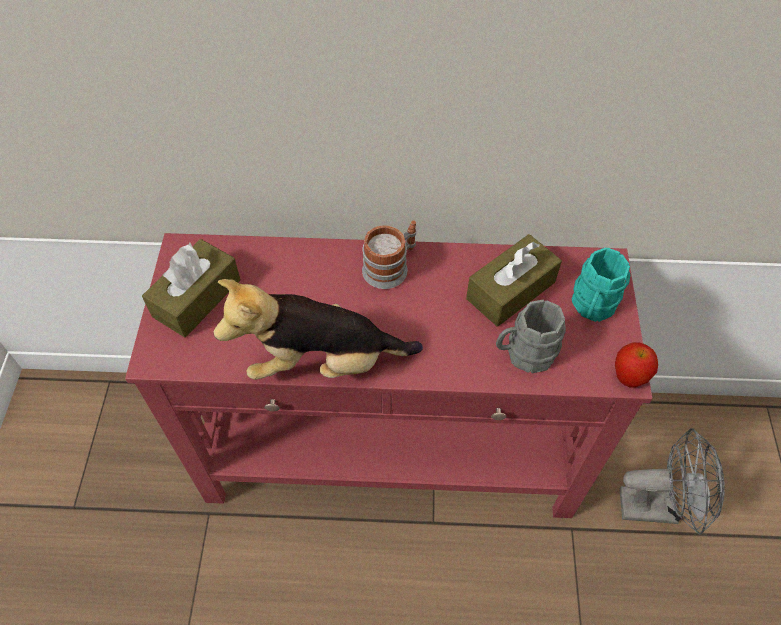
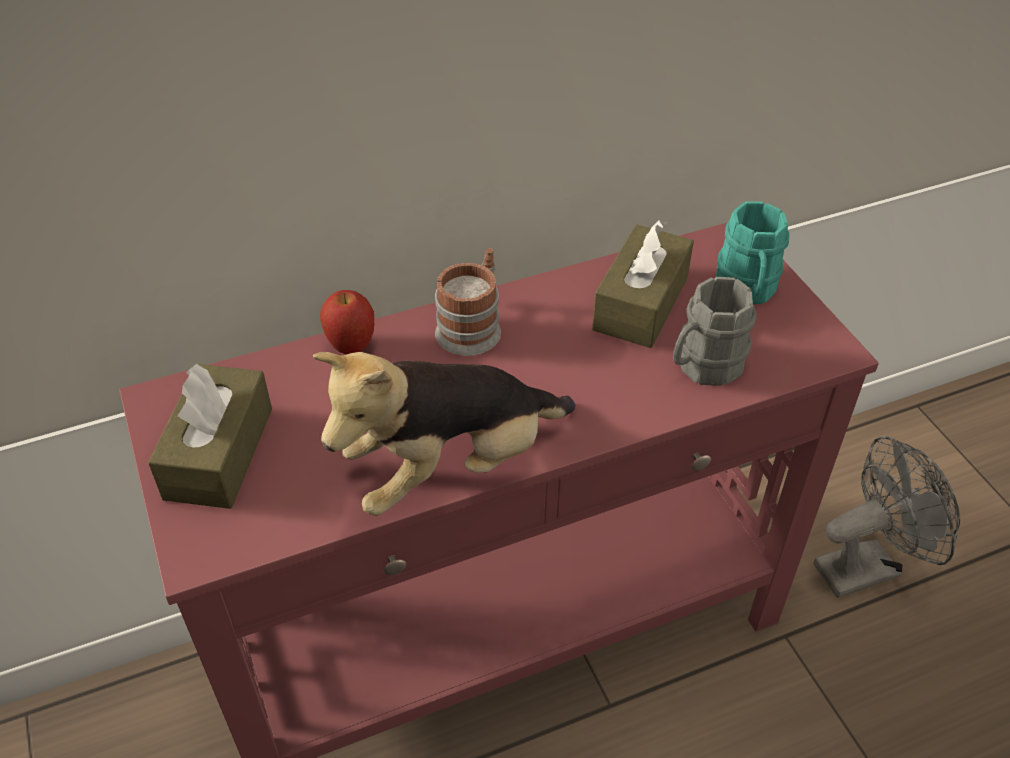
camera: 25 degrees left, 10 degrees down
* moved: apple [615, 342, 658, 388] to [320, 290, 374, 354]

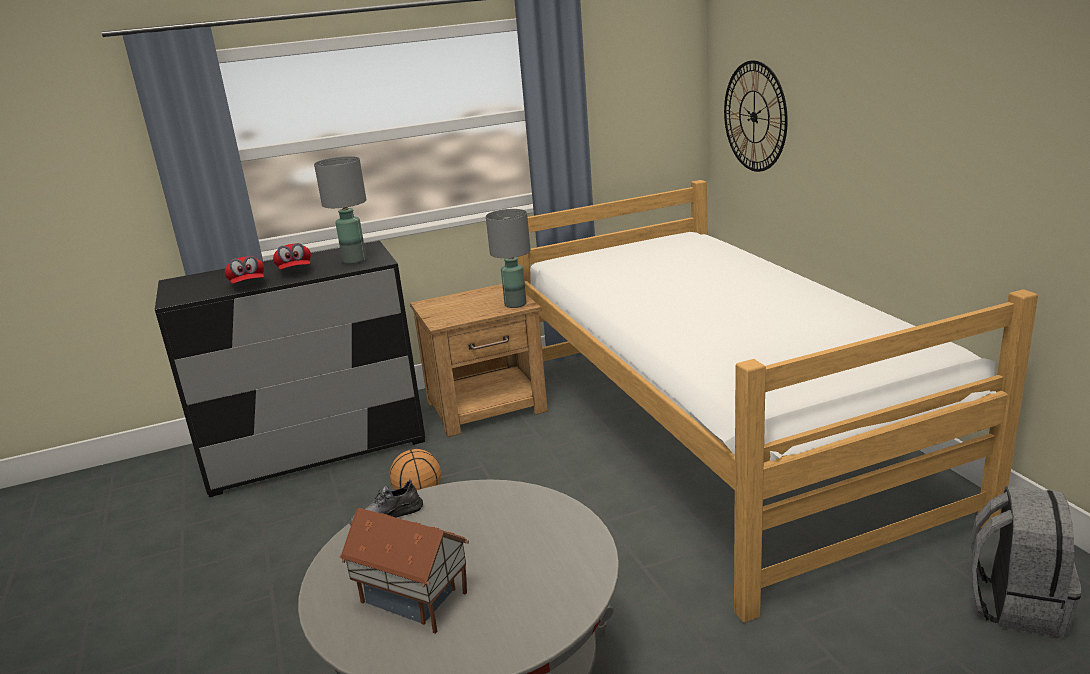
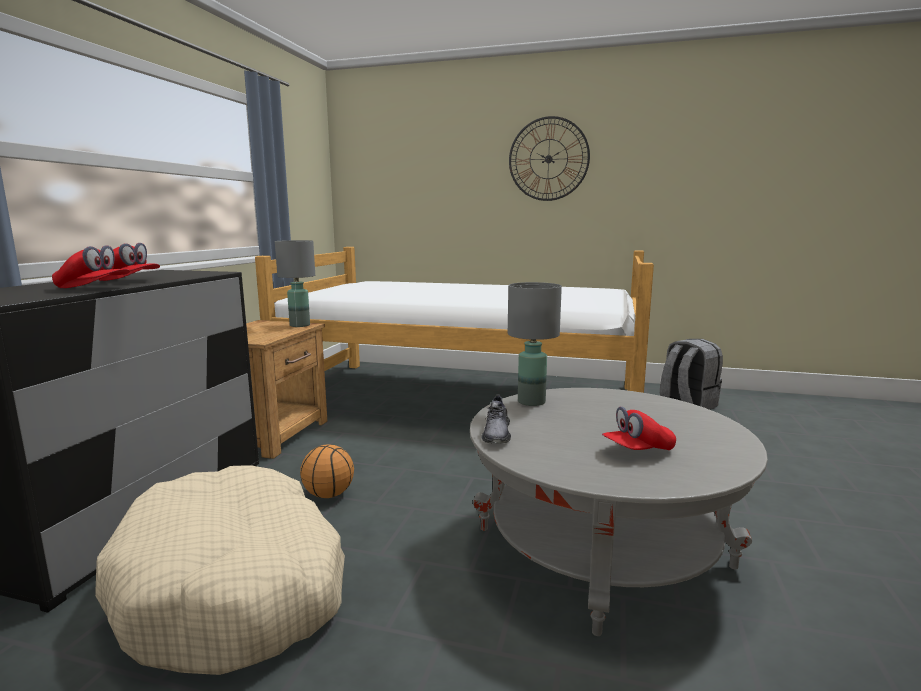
camera: 55 degrees left, 10 degrees down
* moved: wall_clock [724, 60, 788, 172] to [509, 116, 590, 201]
* moved: grey_table_lamp [314, 156, 367, 264] to [508, 282, 562, 406]
* replaced: toy_house [339, 508, 469, 634] to red_cap [602, 406, 676, 450]
* added: beige_dog_bed [95, 465, 345, 675]

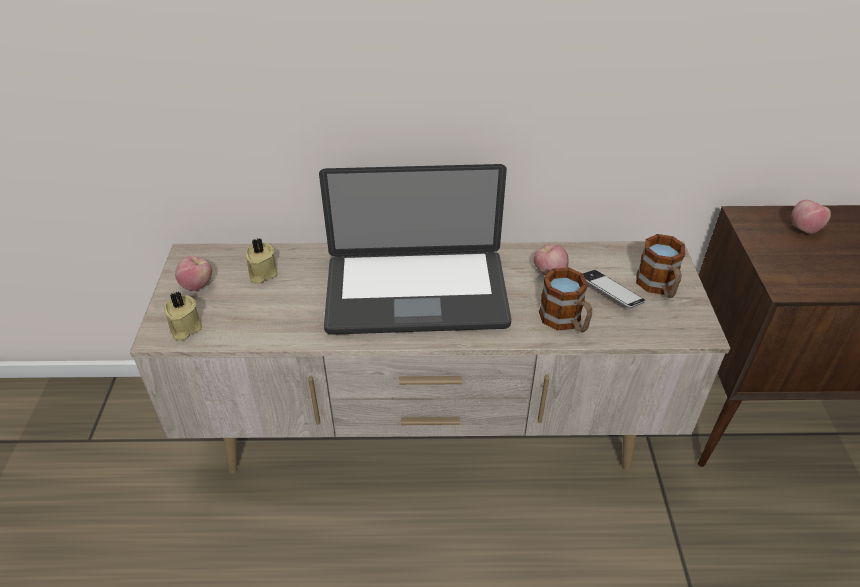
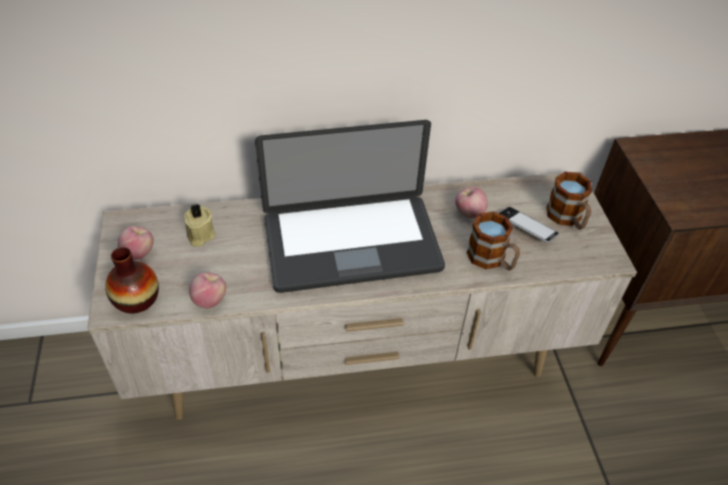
camera: 10 degrees left, 5 degrees up
* moved: apple [791, 200, 831, 234] to [189, 272, 226, 308]
* replaced: beige_candle [164, 291, 202, 340] to vase [105, 247, 159, 313]

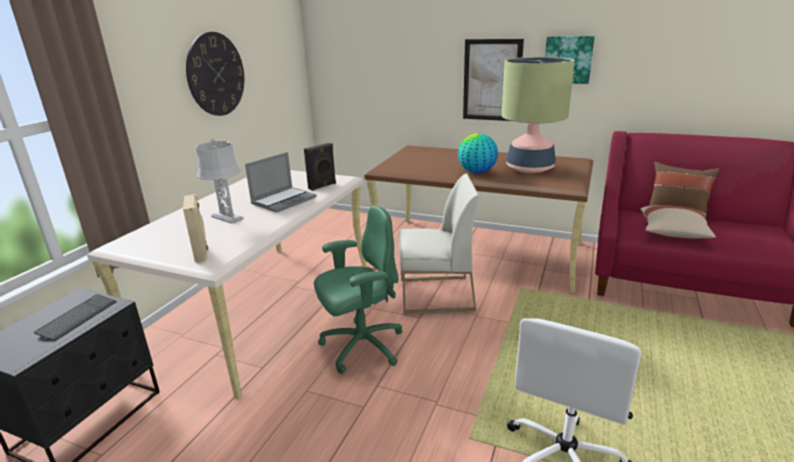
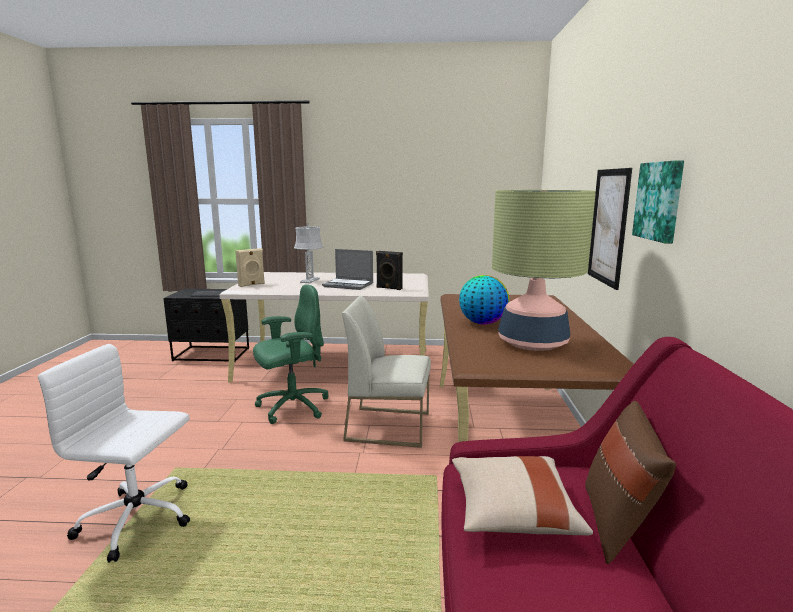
camera: 70 degrees right, 10 degrees down
* removed: wall_clock [186, 32, 244, 116]
* turned: white_chair [398, 173, 479, 314] = [342, 296, 431, 448] 120 degrees clockwise
* turned: green_office_chair [314, 206, 402, 374] = [253, 284, 329, 424] 75 degrees counterclockwise

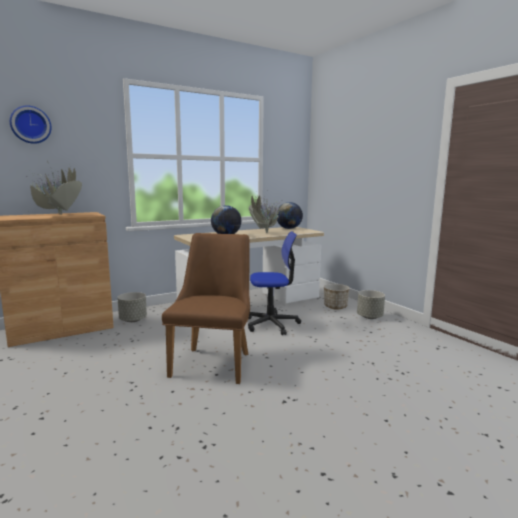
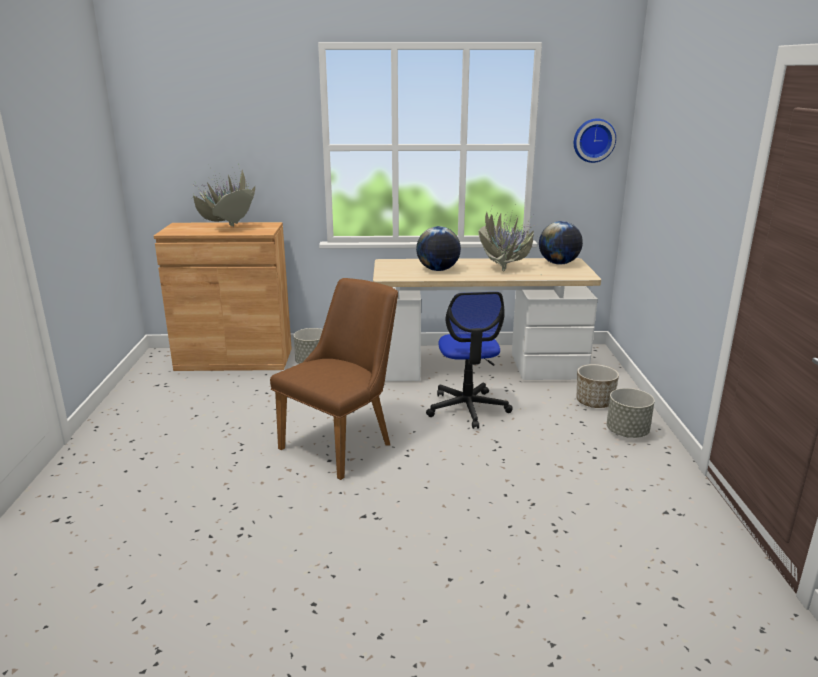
camera: 30 degrees right, 10 degrees up
* moved: wall_clock [10, 105, 52, 144] to [574, 118, 616, 163]
* turned: office_chair [248, 231, 301, 335] = [426, 292, 513, 429] 60 degrees clockwise

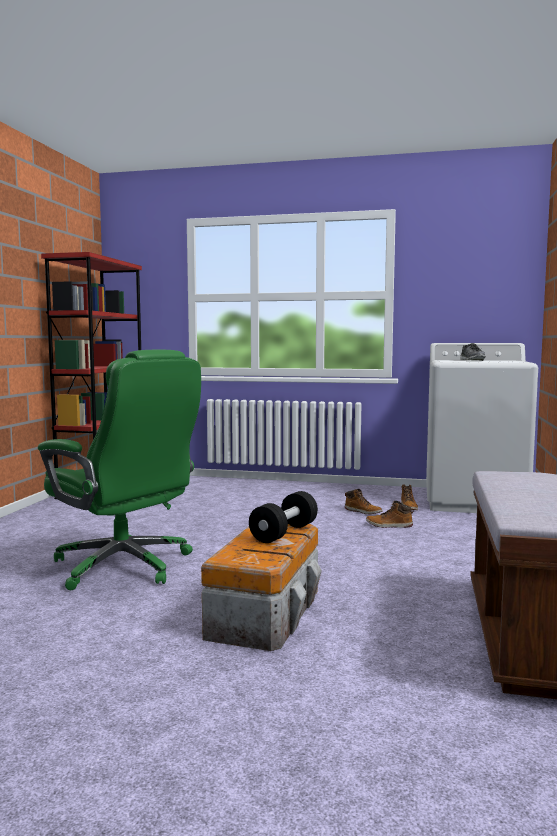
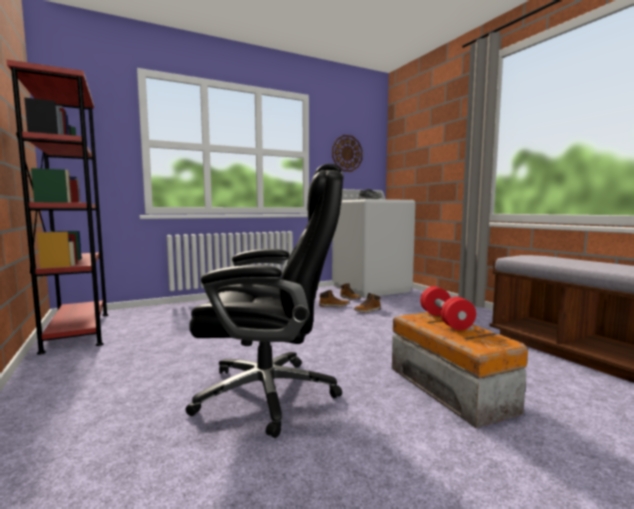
camera: 40 degrees left, 0 degrees up
* recoloured: green_office_chair [38, 349, 201, 590] to black_office_chair [185, 164, 343, 438]
* recoloured: black_dumbbell [249, 491, 318, 543] to red_dumbbell [420, 286, 476, 330]
* added: wall_clock [332, 135, 363, 172]

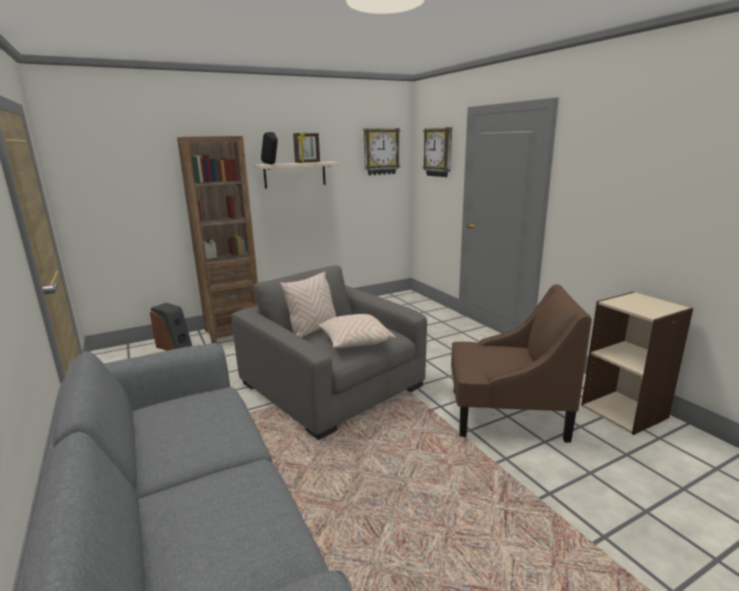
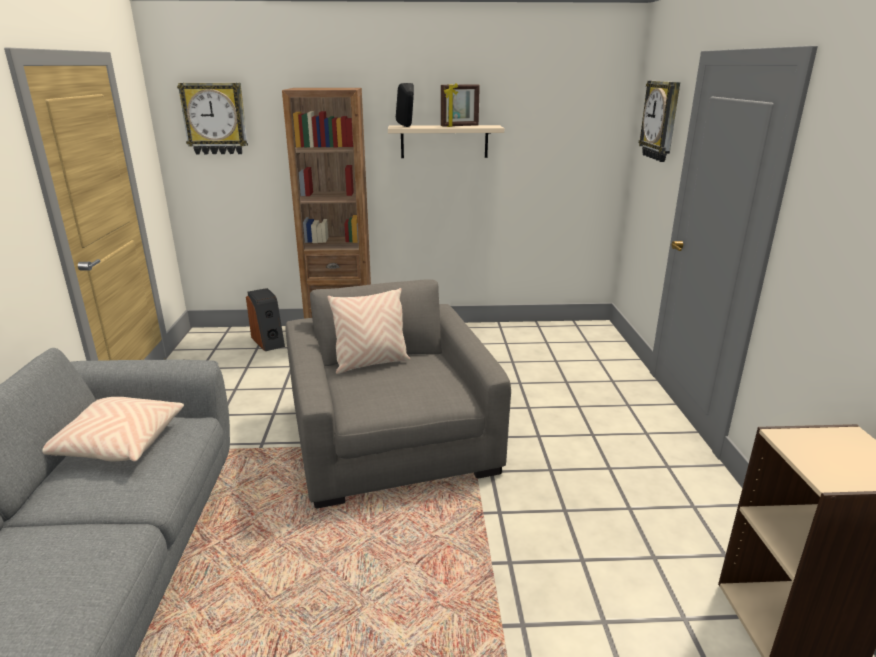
camera: 25 degrees right, 5 degrees up
* moved: wall_clock [364, 128, 400, 175] to [177, 83, 248, 154]
* removed: brown_armchair [451, 284, 592, 443]
* moved: beige_pillow [317, 314, 396, 348] to [42, 397, 184, 462]

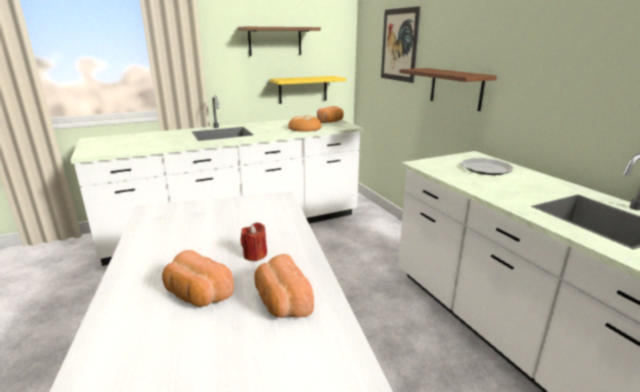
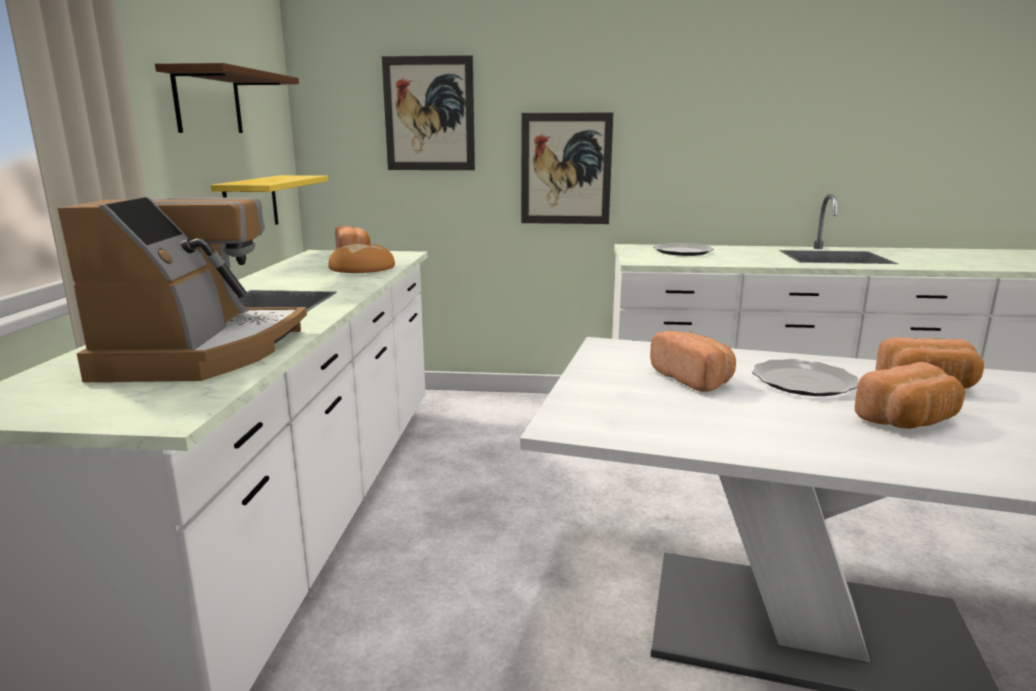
camera: 60 degrees left, 5 degrees down
* replaced: brown_shelf [399, 68, 497, 111] to picture [521, 113, 613, 224]
* replaced: red_candle [240, 223, 267, 261] to plate [752, 359, 859, 396]
* added: coffee_machine [58, 197, 307, 382]
* added: bread [650, 331, 736, 392]

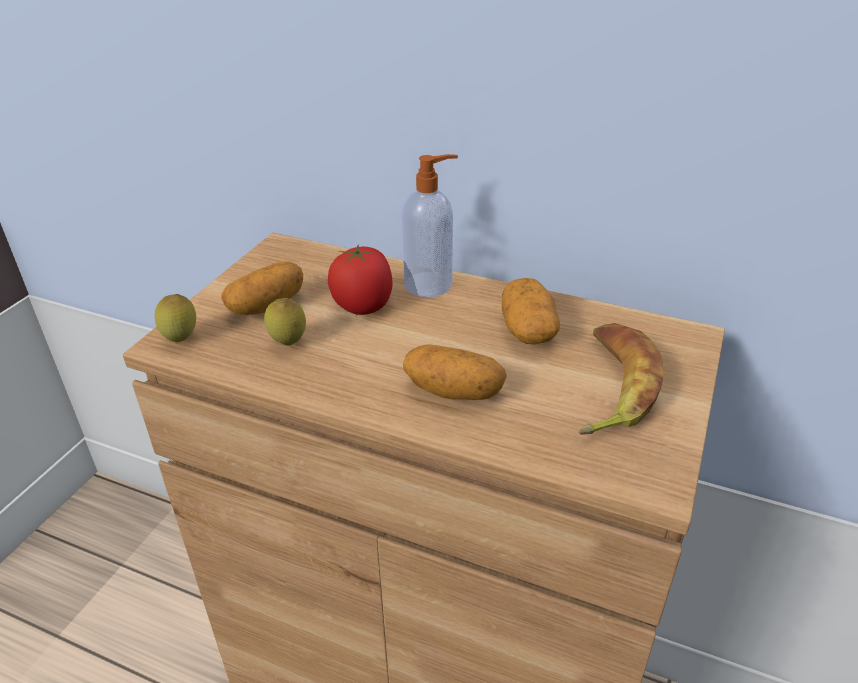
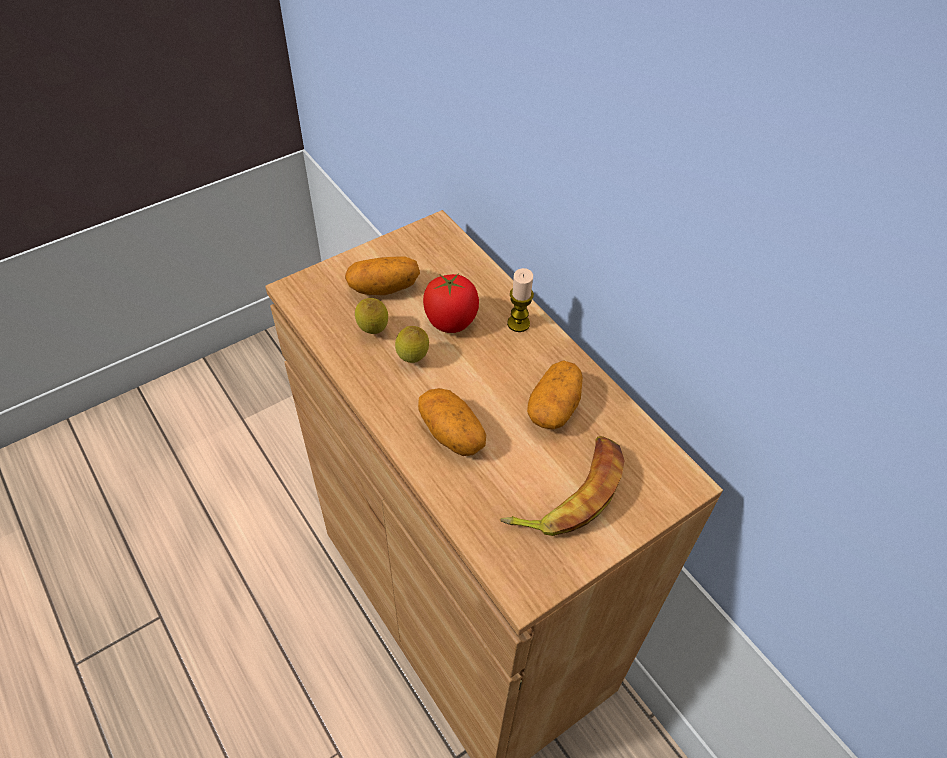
camera: 30 degrees right, 15 degrees up
* replaced: soap_dispenser [402, 154, 458, 297] to candle [507, 268, 534, 332]
* moved: lemon [155, 294, 196, 342] to [395, 326, 429, 363]

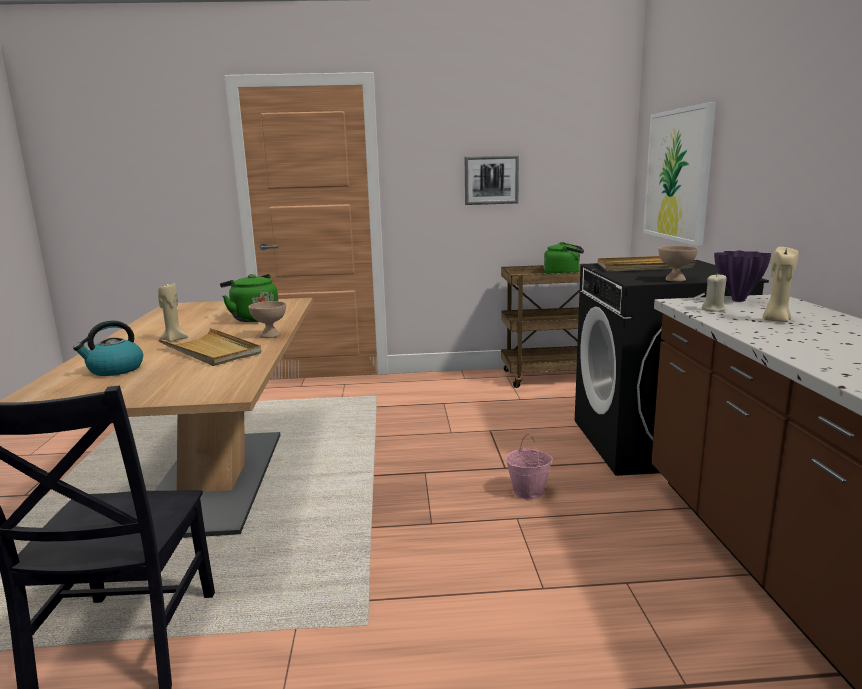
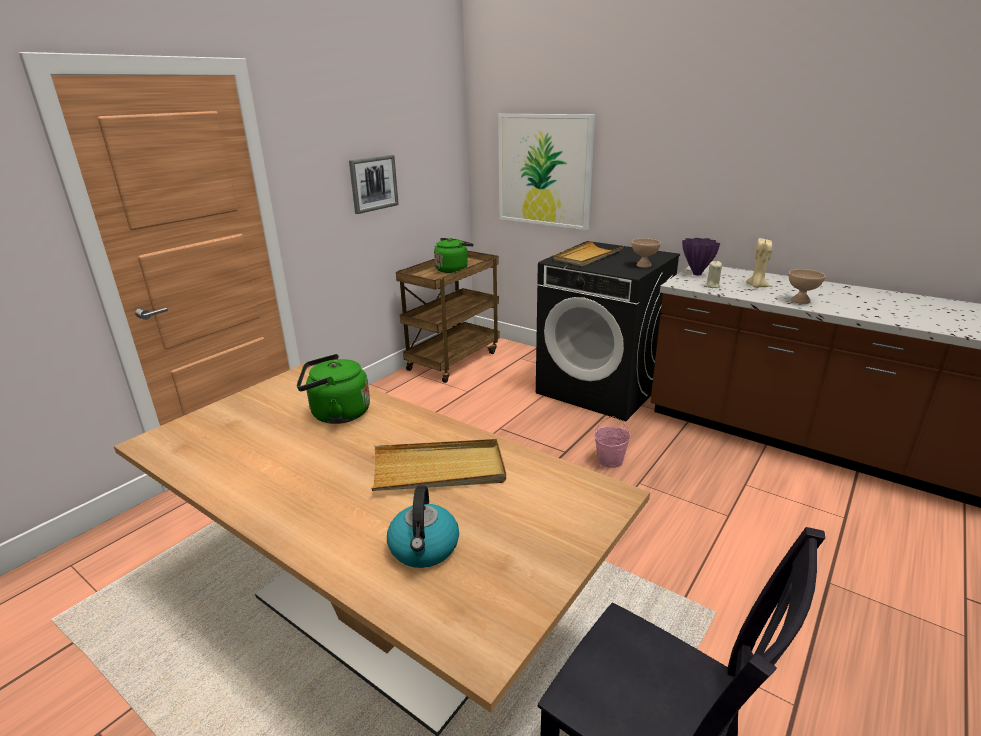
camera: 50 degrees left, 10 degrees up
* removed: beige_candle [158, 283, 188, 342]
* moved: beige_bowl [248, 301, 286, 338] to [789, 269, 826, 304]

